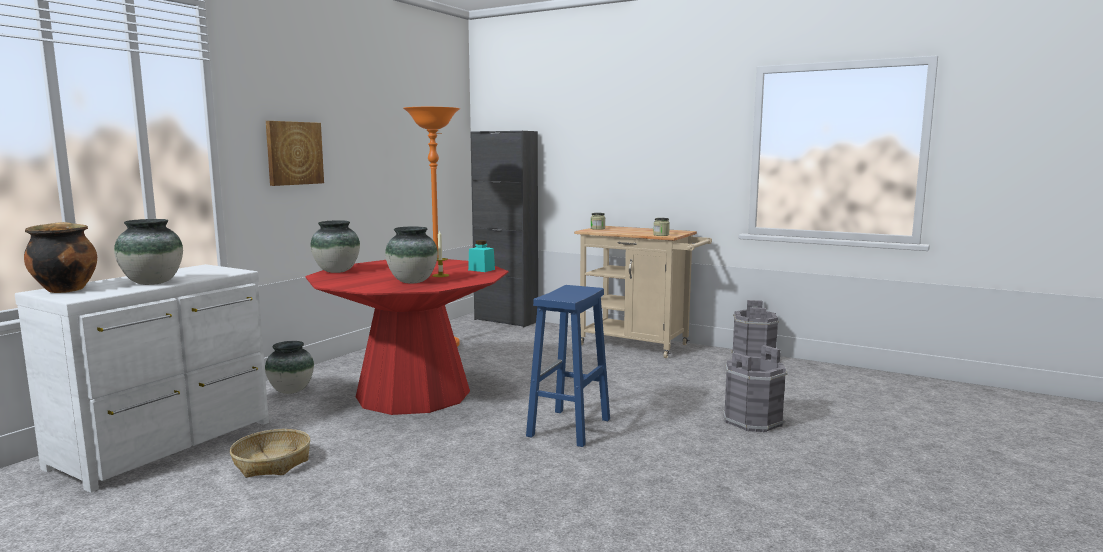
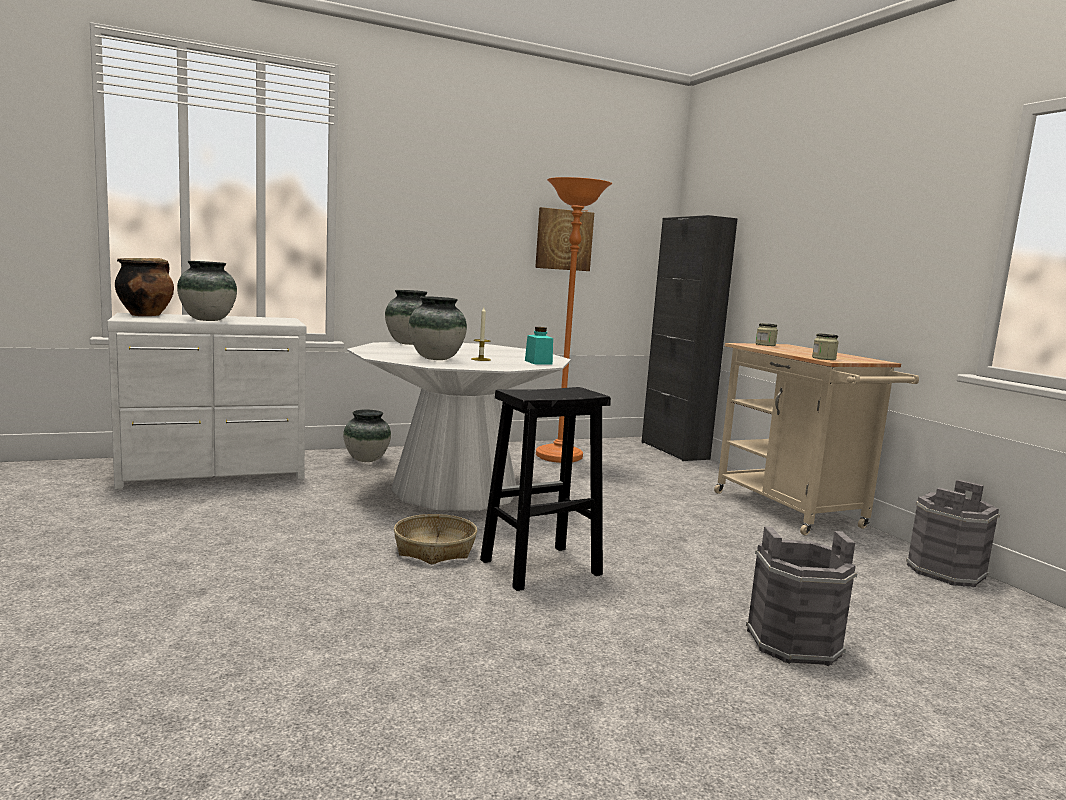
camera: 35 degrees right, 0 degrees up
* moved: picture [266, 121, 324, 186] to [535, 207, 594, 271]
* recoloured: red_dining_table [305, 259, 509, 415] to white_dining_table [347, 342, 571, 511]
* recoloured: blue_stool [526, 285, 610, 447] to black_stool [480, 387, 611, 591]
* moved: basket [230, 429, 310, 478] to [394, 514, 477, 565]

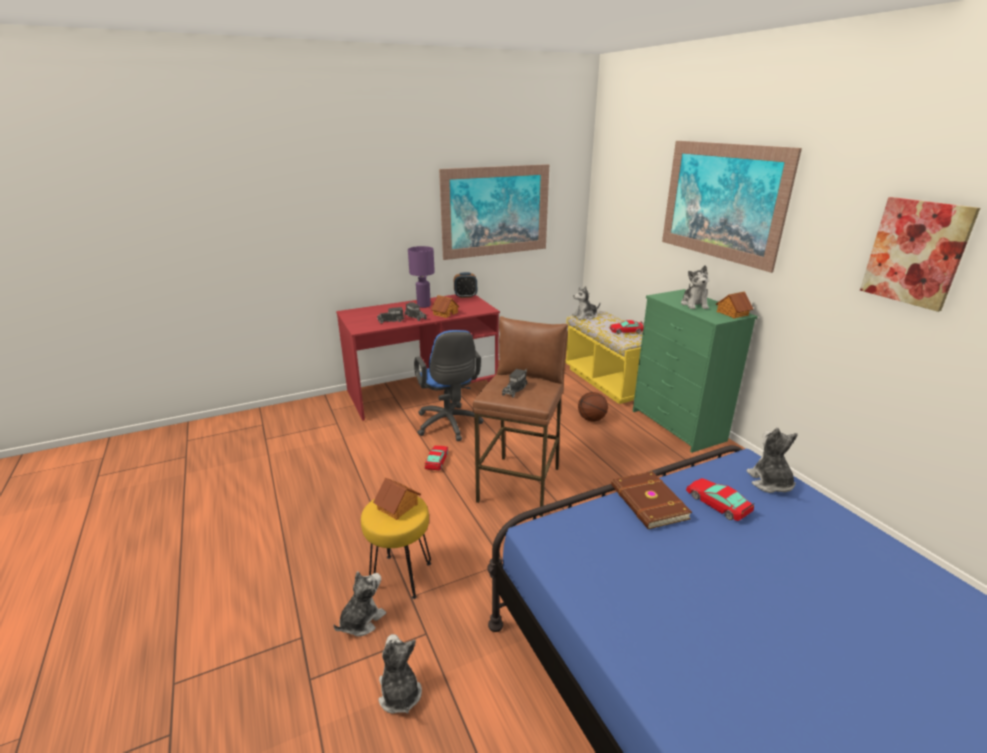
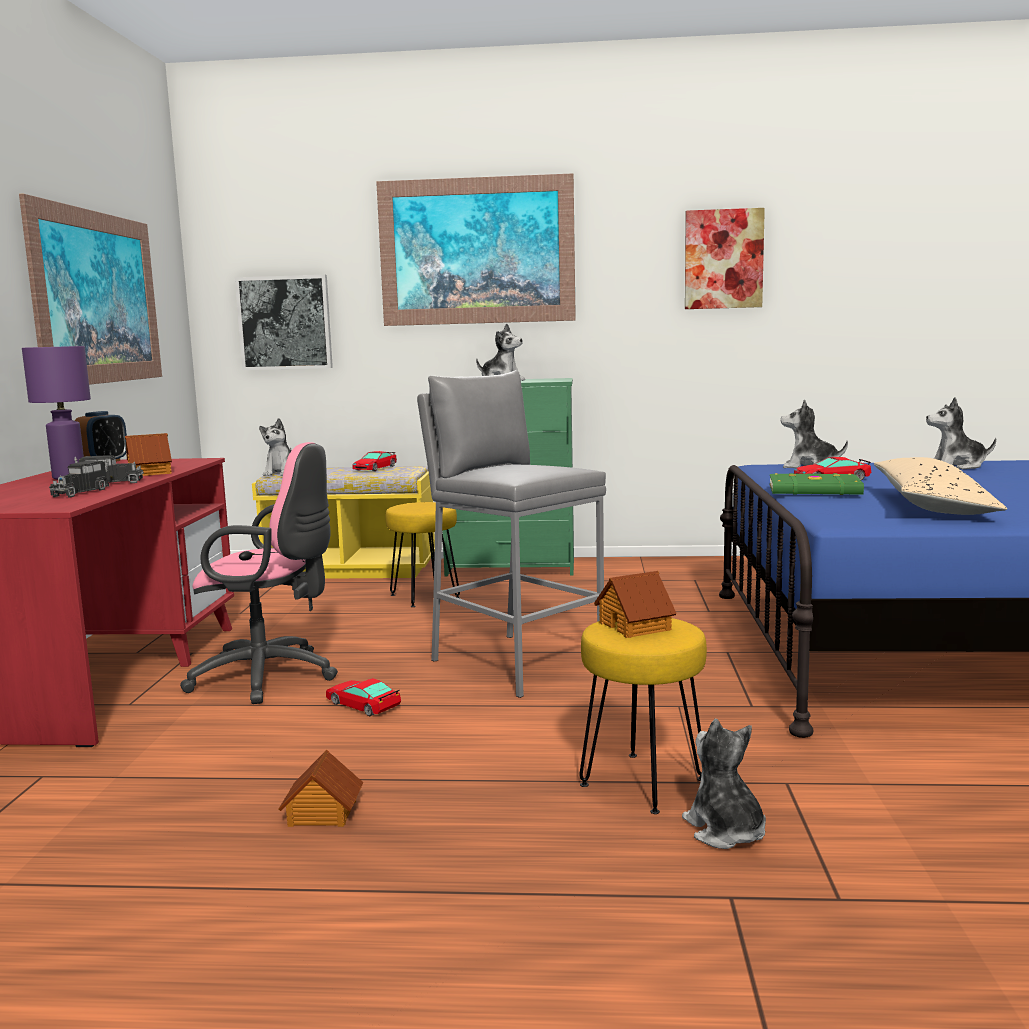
camera: 60 degrees left, 15 degrees down
* moved: toy_house [716, 291, 753, 318] to [279, 749, 363, 827]
* recoloured: brown_stool [473, 316, 568, 517] to grey_stool [417, 370, 606, 698]
* recoloured: blue_office_chair [414, 330, 483, 441] to pink_office_chair [180, 442, 338, 704]
* removed: toy_truck [502, 368, 527, 398]
* replaced: basketball [578, 392, 608, 422] to yellow_stool [385, 502, 460, 607]
* recoloured: brown_book [611, 471, 692, 529] to green_book [769, 473, 864, 495]
* moved: plush_toy [378, 634, 422, 714] to [926, 397, 996, 470]
* added: picture [235, 275, 333, 370]
* added: beige_pillow [874, 457, 1007, 515]

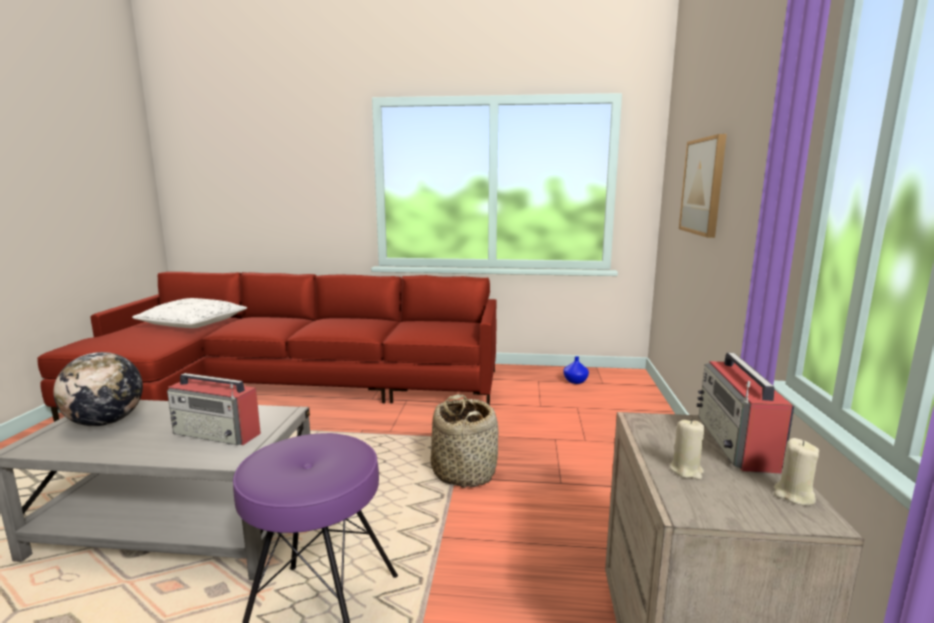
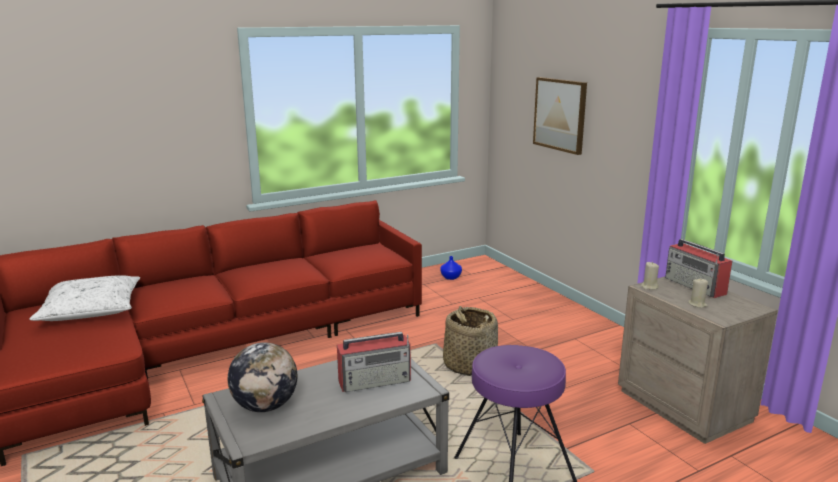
camera: 35 degrees left, 5 degrees up
* moved: beige_candle [774, 438, 819, 505] to [641, 262, 659, 290]

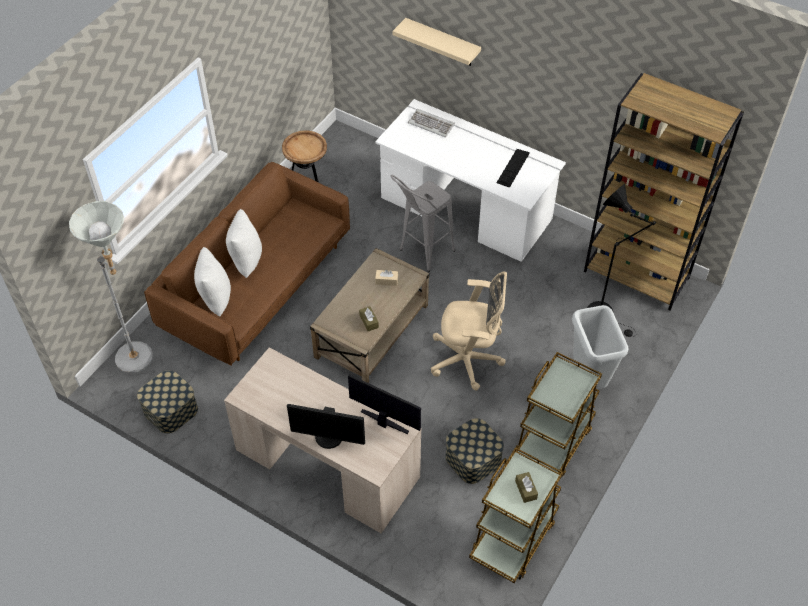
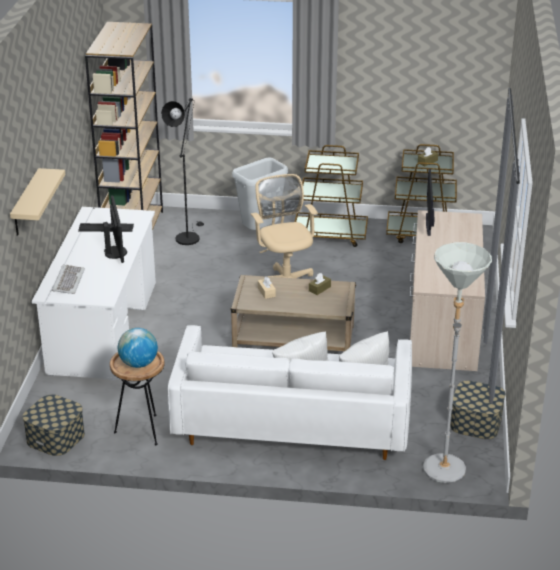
camera: 115 degrees left, 20 degrees down
* recoloured: brown_sofa [144, 162, 350, 366] to white_sofa [168, 325, 412, 460]
* removed: grey_stool [390, 175, 455, 272]
* moved: monitor [287, 404, 365, 449] to [103, 195, 127, 263]
* moved: storage_box [445, 418, 504, 484] to [22, 395, 85, 456]
* added: globe [118, 328, 158, 368]

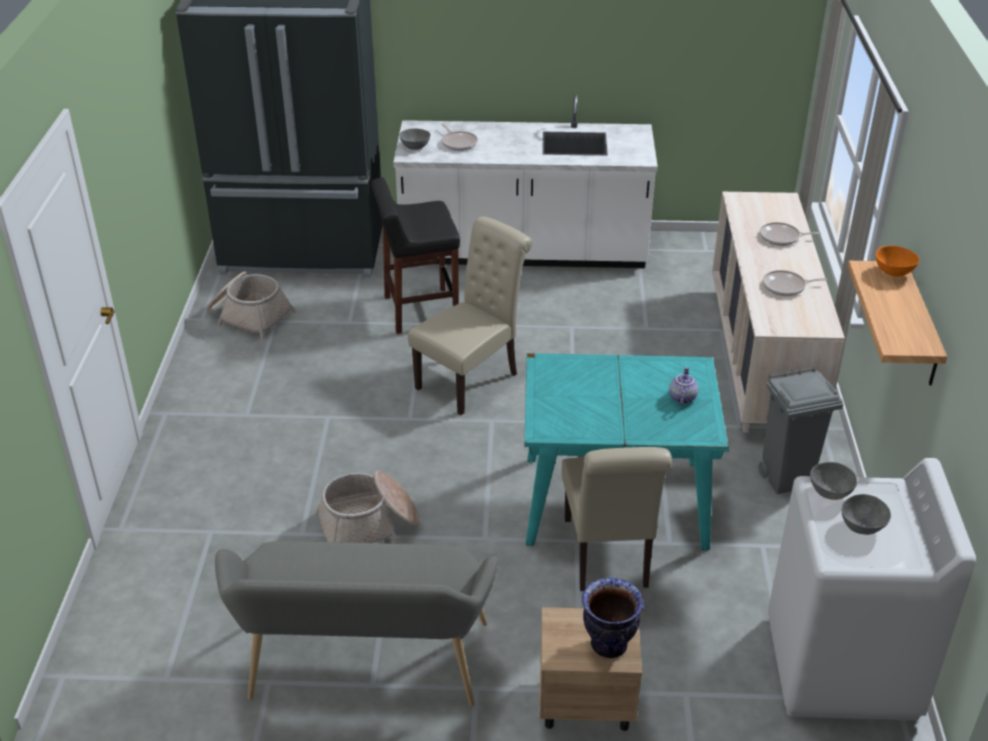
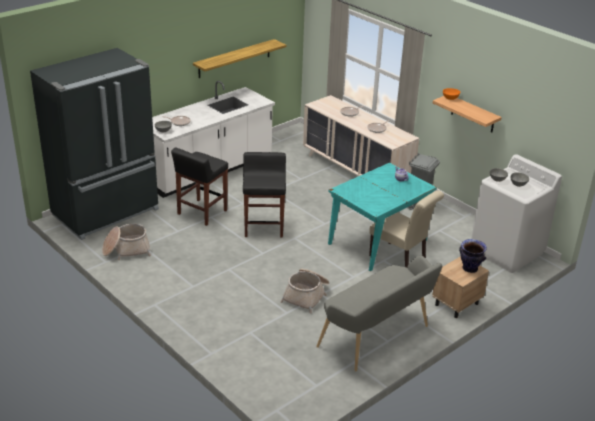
camera: 45 degrees left, 5 degrees down
* replaced: beige_chair [408, 216, 532, 415] to black_stool [243, 152, 286, 238]
* added: shelf [193, 39, 286, 78]

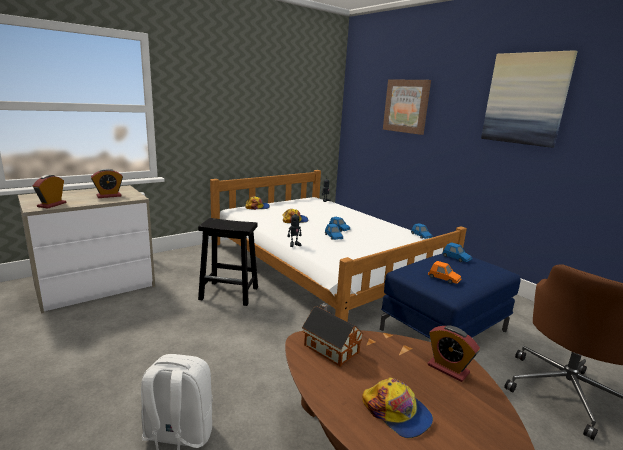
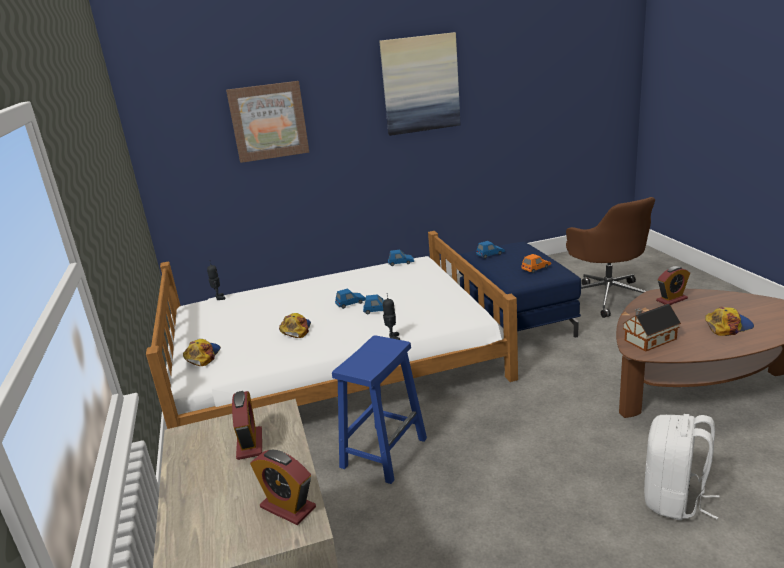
camera: 65 degrees left, 5 degrees up
* recoloured: black_stool [198, 218, 258, 306] to blue_stool [332, 335, 427, 484]

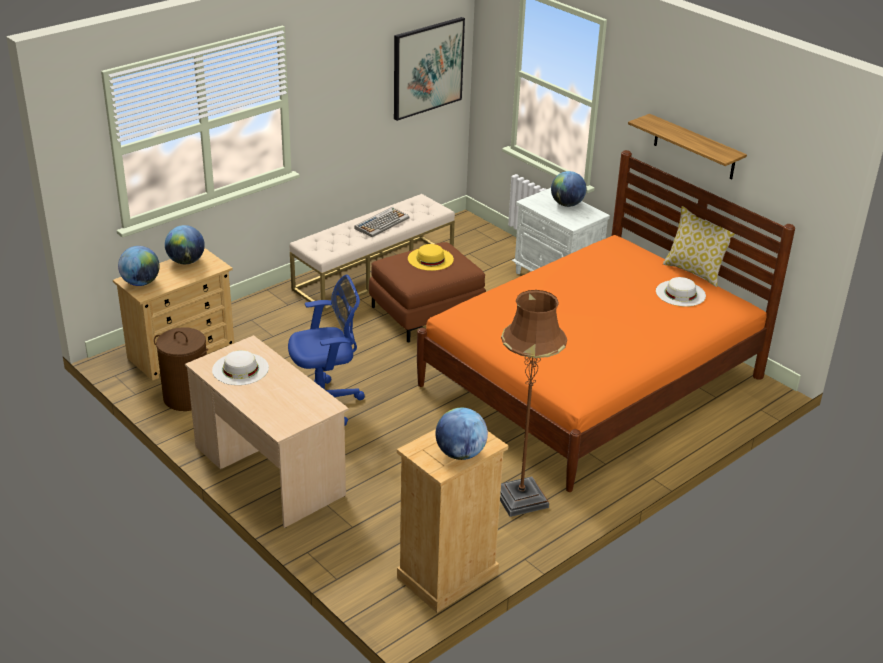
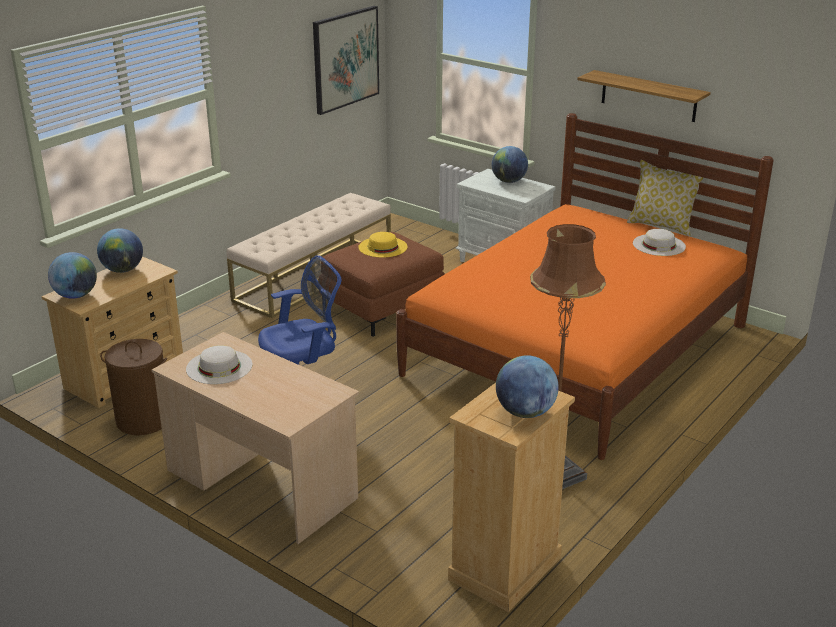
camera: 10 degrees left, 5 degrees down
* removed: keyboard [354, 207, 410, 237]

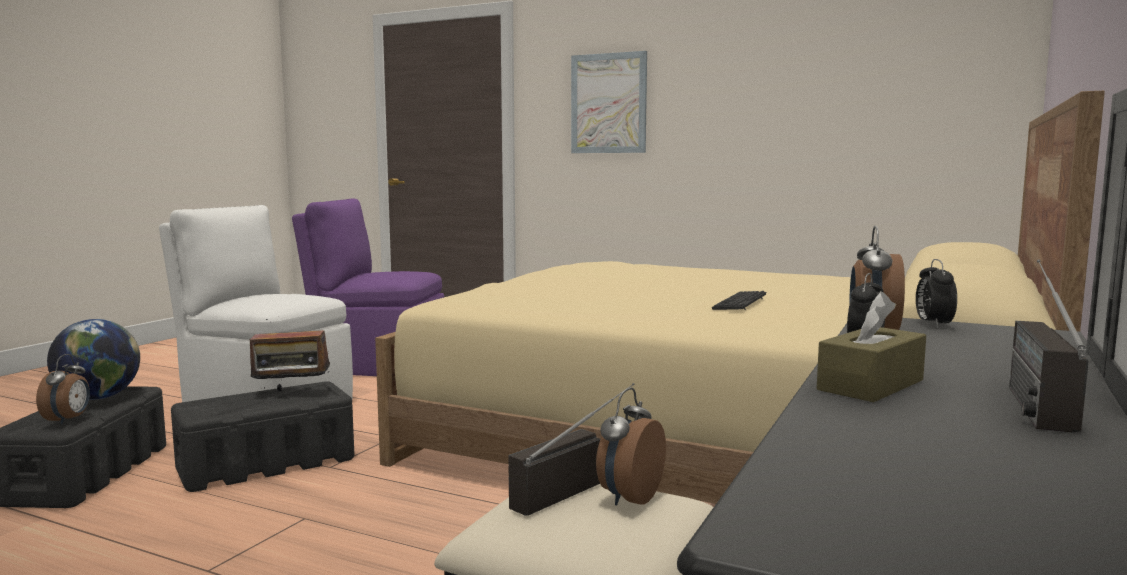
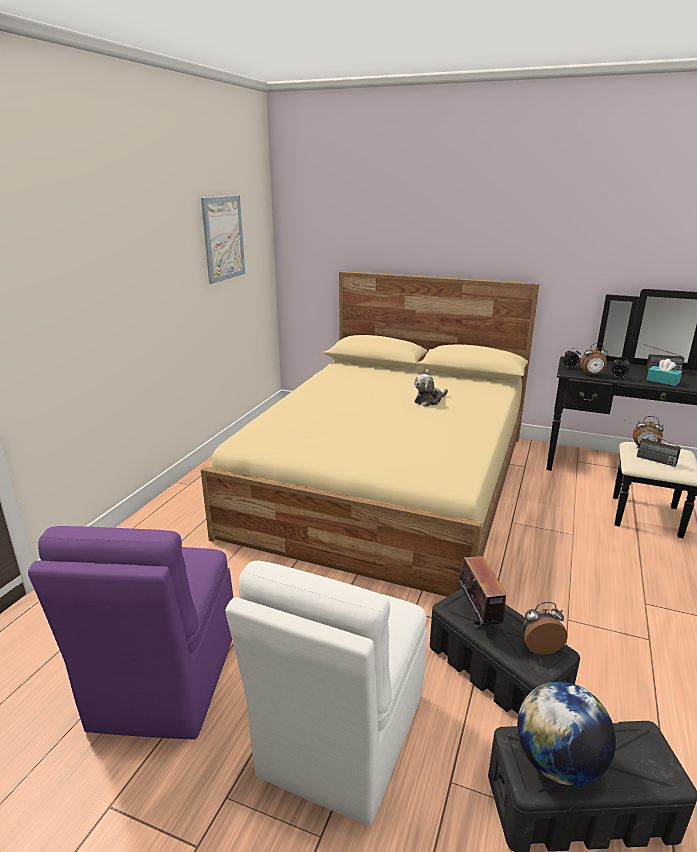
camera: 95 degrees left, 15 degrees up
* moved: picture [571, 51, 647, 153] to [201, 195, 245, 284]
* replaced: keyboard [712, 291, 766, 310] to plush_toy [414, 374, 448, 406]
* recoloured: brown_tissue_box [817, 291, 926, 402] to turquoise_tissue_box [647, 359, 682, 386]
* moved: alarm_clock [36, 354, 90, 424] to [523, 602, 567, 655]

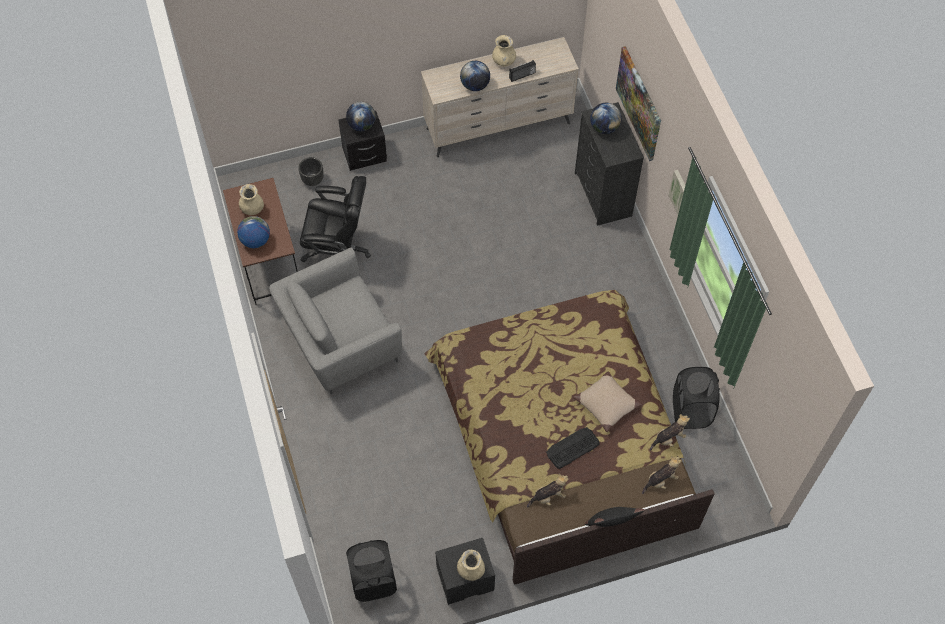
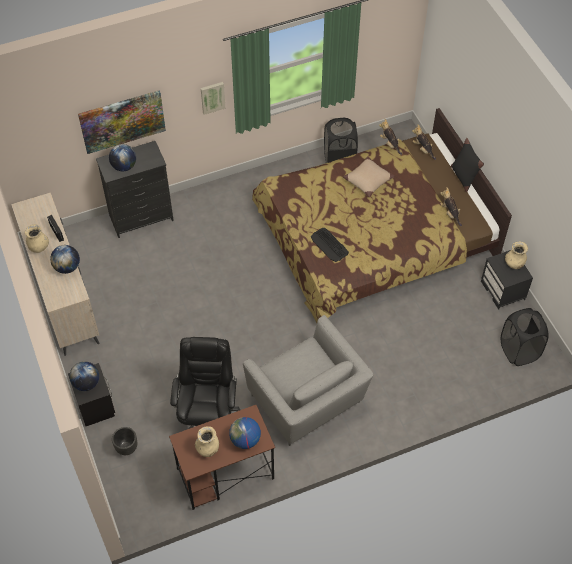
camera: 95 degrees left, 5 degrees down
* moved: keyboard [546, 427, 600, 469] to [311, 228, 349, 262]

